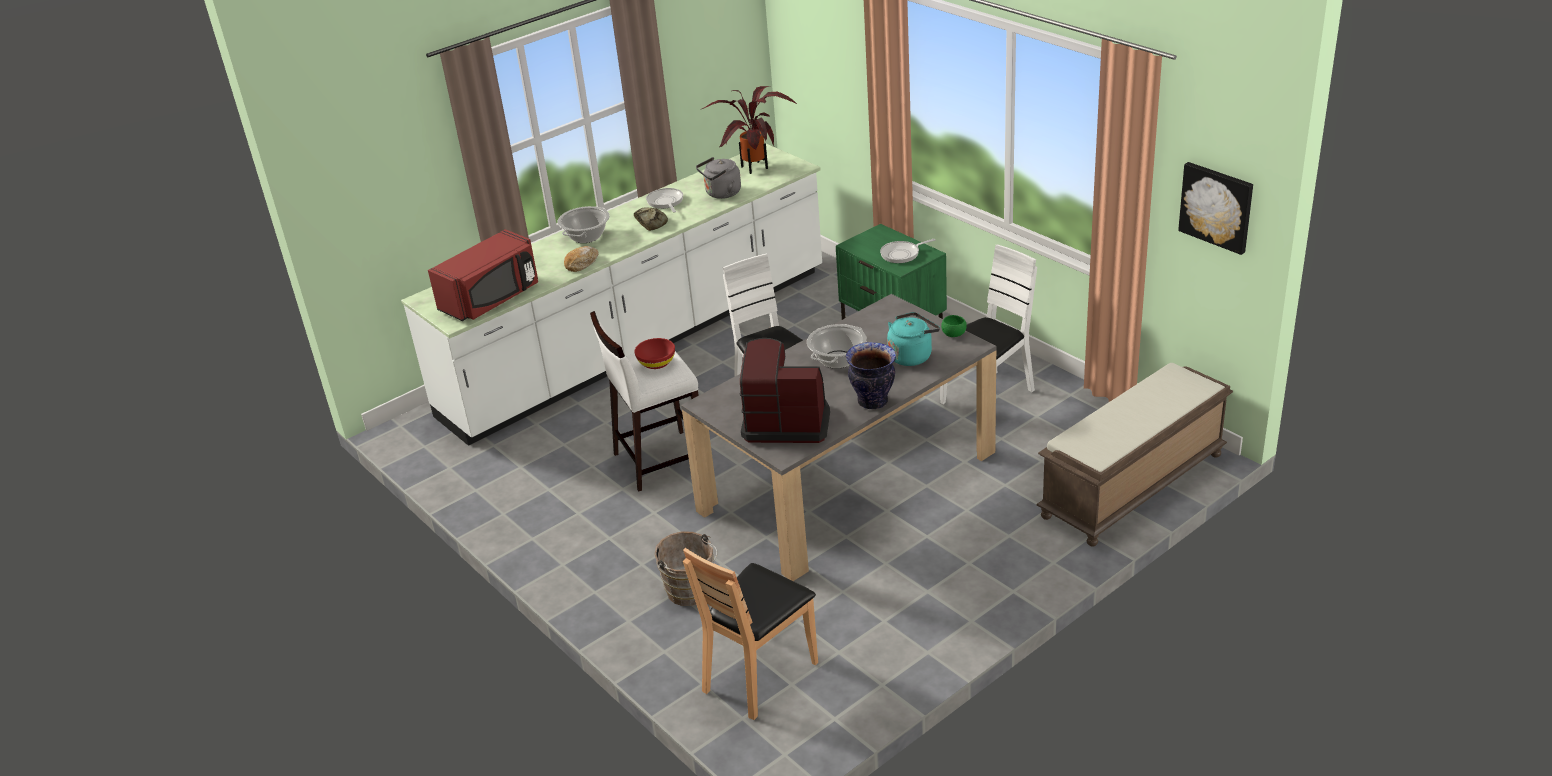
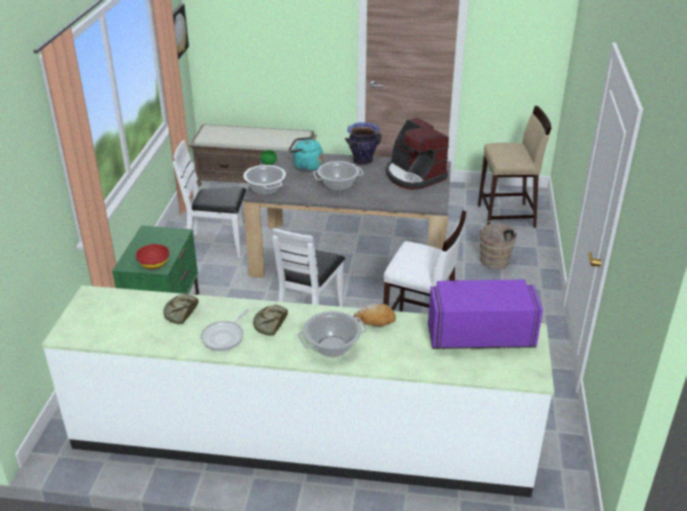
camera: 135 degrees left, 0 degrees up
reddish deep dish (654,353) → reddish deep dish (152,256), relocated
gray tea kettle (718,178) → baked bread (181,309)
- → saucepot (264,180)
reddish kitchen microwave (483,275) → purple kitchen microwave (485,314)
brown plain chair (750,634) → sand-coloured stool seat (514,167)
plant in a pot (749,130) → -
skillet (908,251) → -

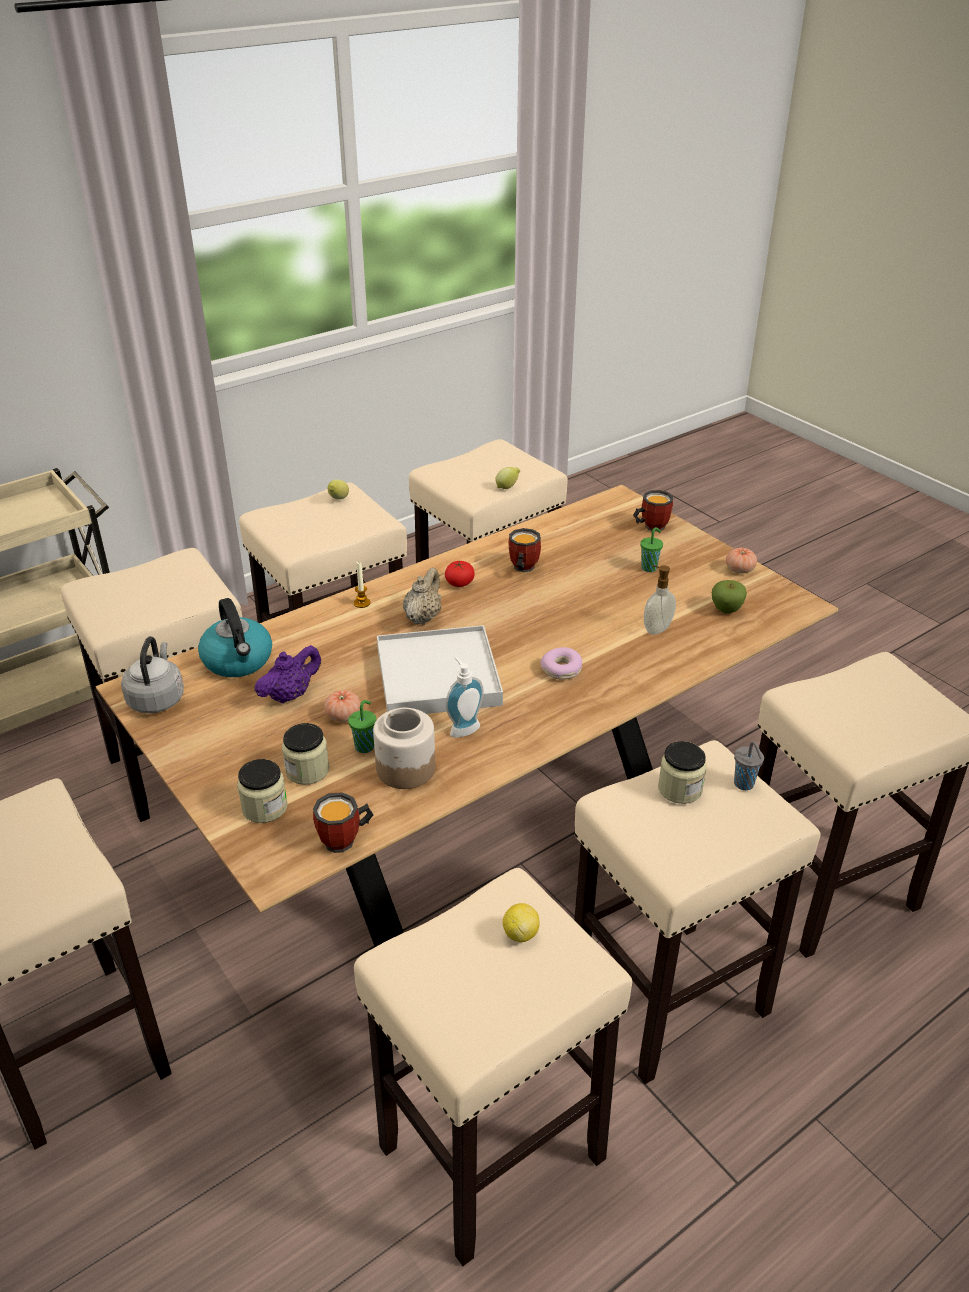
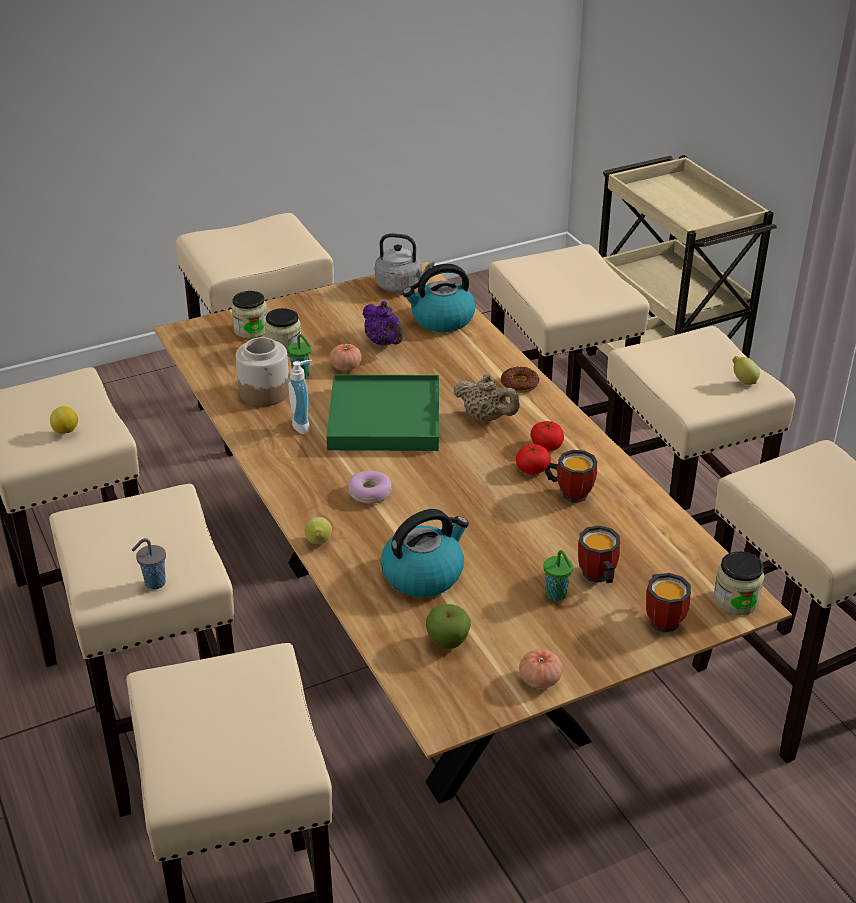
camera: 100 degrees right, 0 degrees up
lemon (507,478) → lemon (318,530), relocated
white serving tray (440,669) → green-coloured serving tray (382,412)
soap bottle (660,600) → tea kettle (425,553)
wax candle (362,585) → donut (520,379)
- → fresh tomato (533,459)
mug (343,822) → mug (599,554), relocated
storage jar (682,772) → storage jar (738,583), relocated

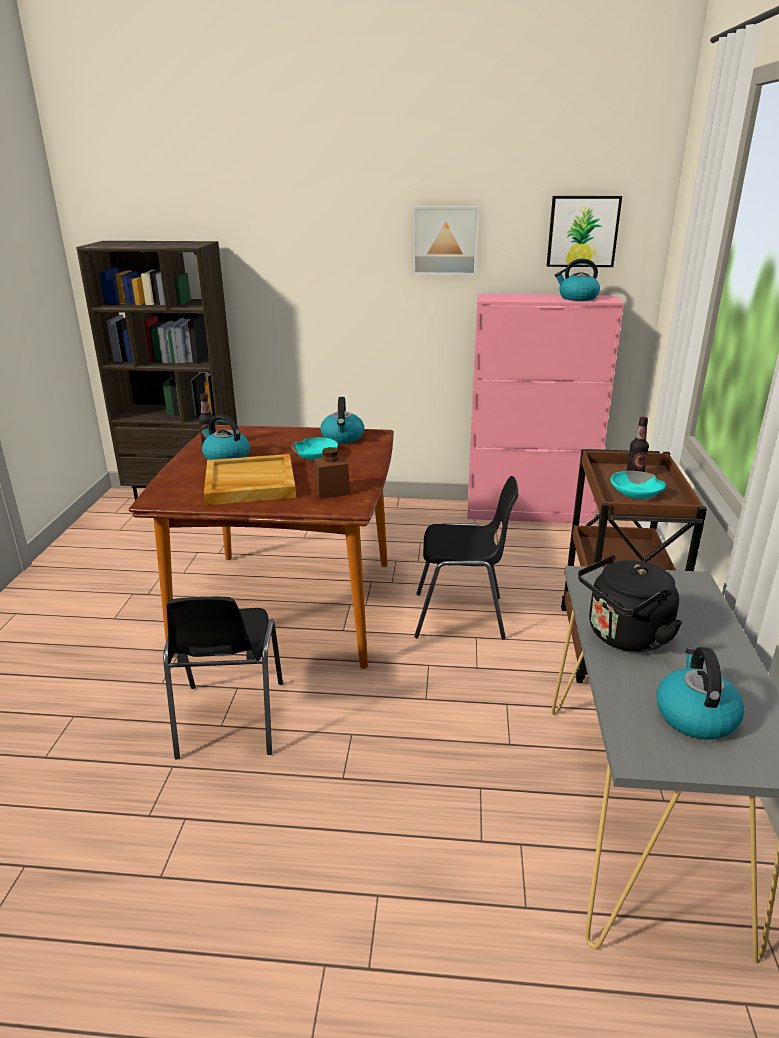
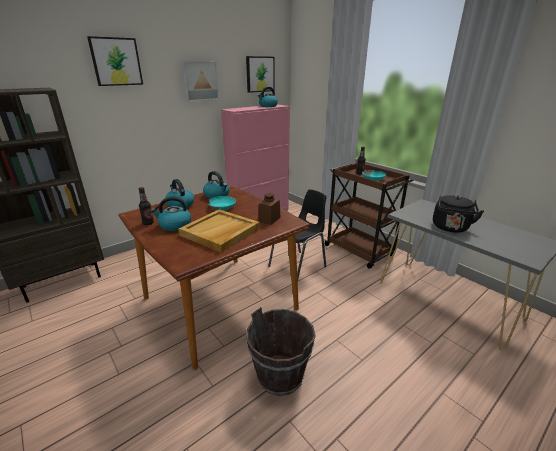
camera: 45 degrees left, 0 degrees up
- → wall picture (115,61)
tea kettle (700,693) → tea kettle (179,193), relocated
black plain chair (223,678) → brown bucket (281,351)

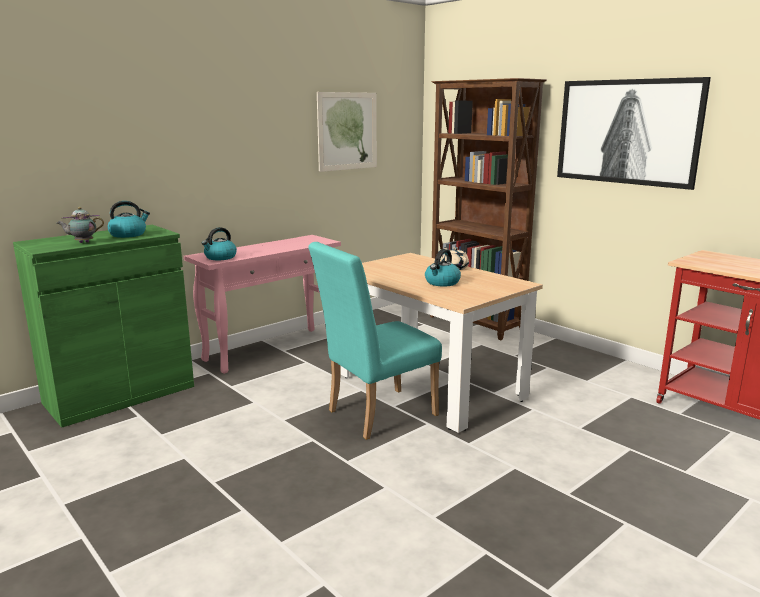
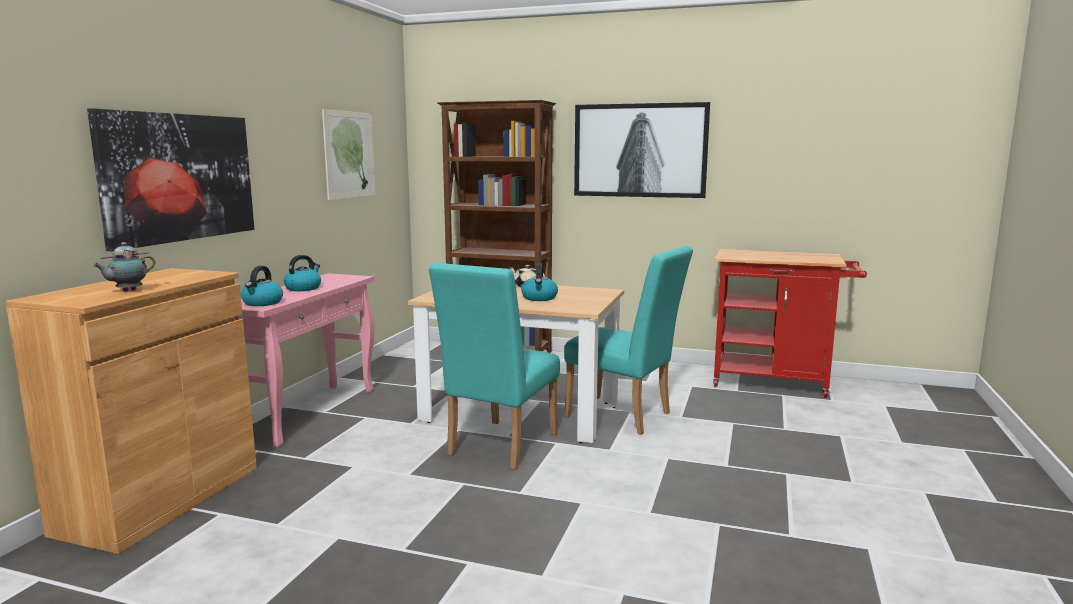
camera: 30 degrees left, 5 degrees down
green-coloured cabinet (103,326) → brown cabinet (131,411)
- → wall picture (170,179)
tea kettle (129,219) → tea kettle (302,273), relocated
- → turquoise plain chair (628,340)

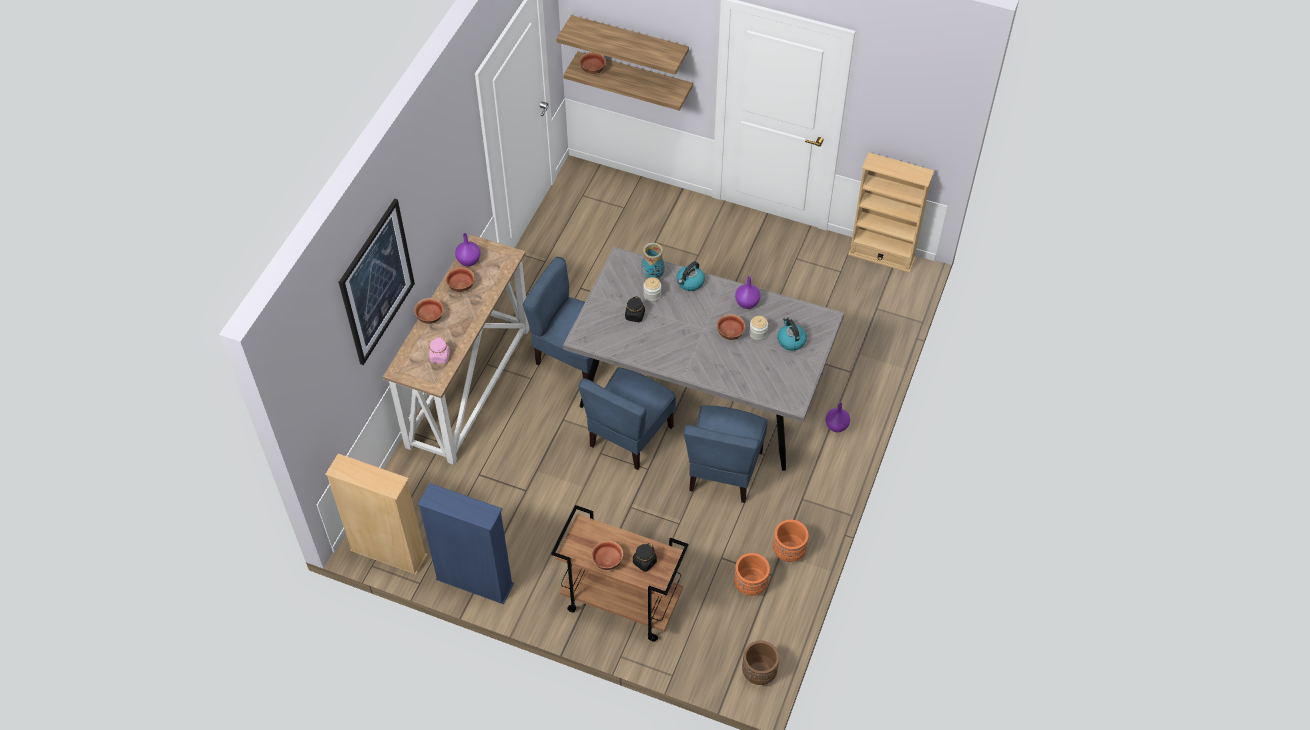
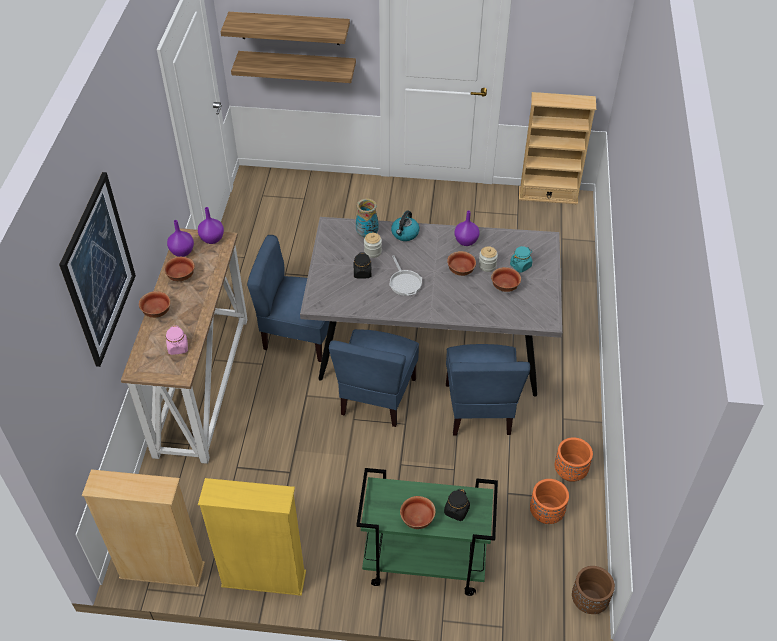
camera: 15 degrees left, 5 degrees down
purple flower vase (837,417) → purple flower vase (211,225), relocated
bluish bookshelf (466,543) → yellow-coloured bookshelf (252,537)
brown trolley (620,573) → green-coloured trolley (427,532)
- → skillet (405,275)
deep dish (592,63) → deep dish (506,279), relocated
tea kettle (792,334) → turquoise storage jar (521,259)

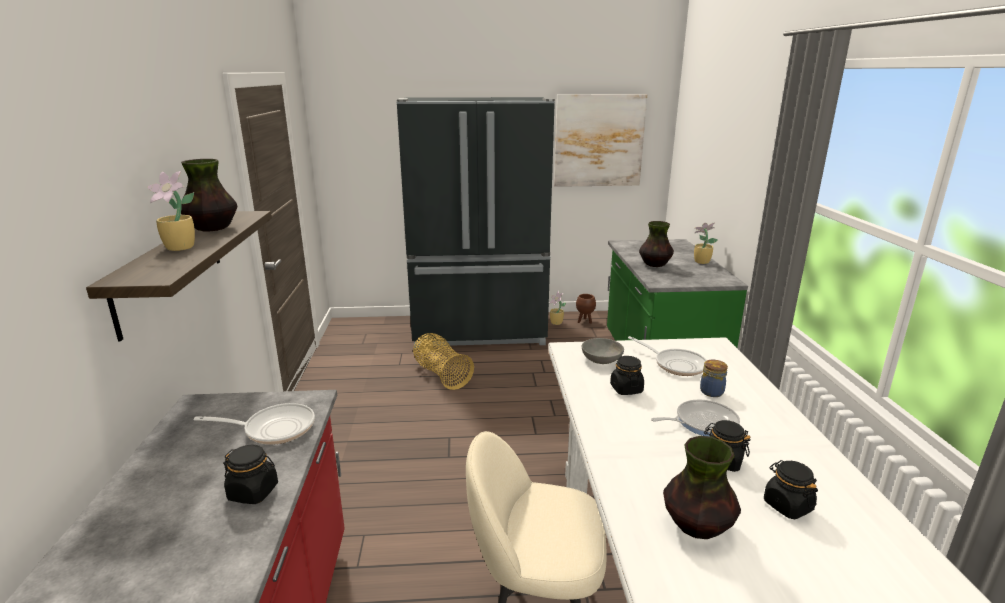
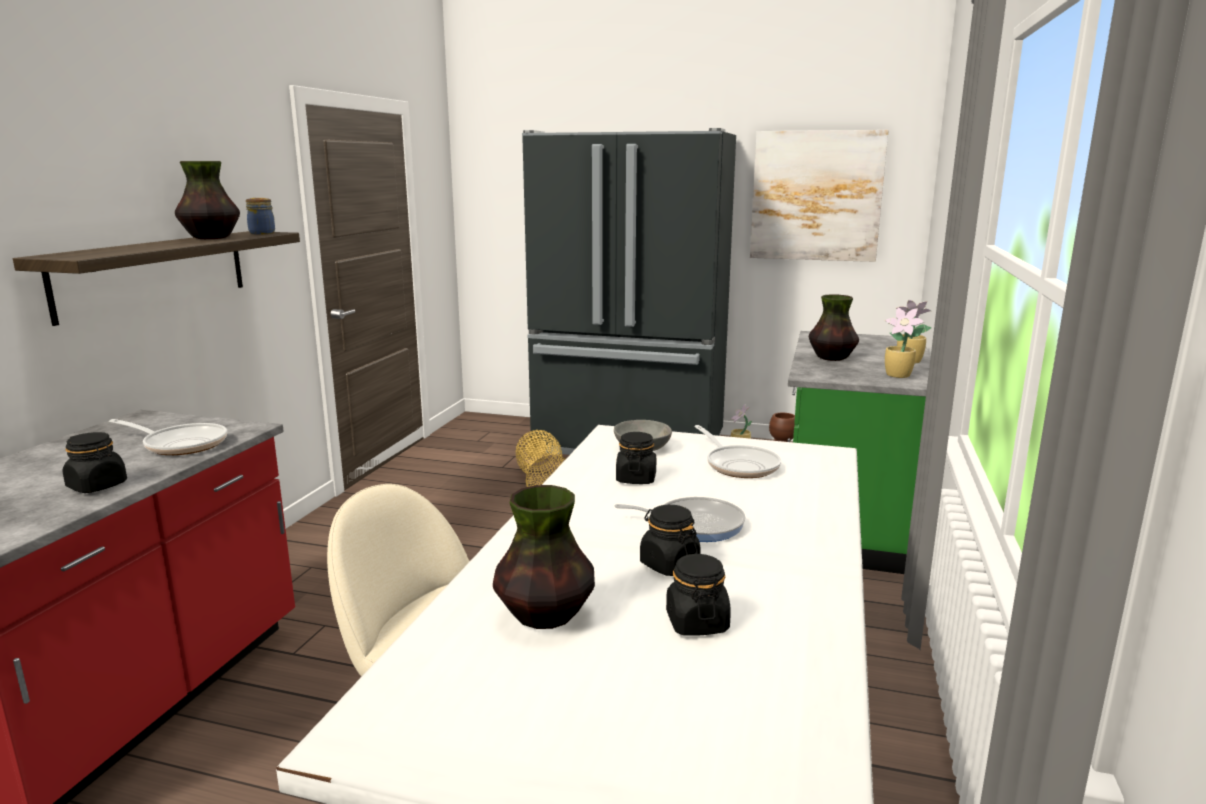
camera: 20 degrees right, 5 degrees down
storage jar (714,378) → storage jar (260,216), relocated
plant in a pot (171,211) → plant in a pot (905,343), relocated

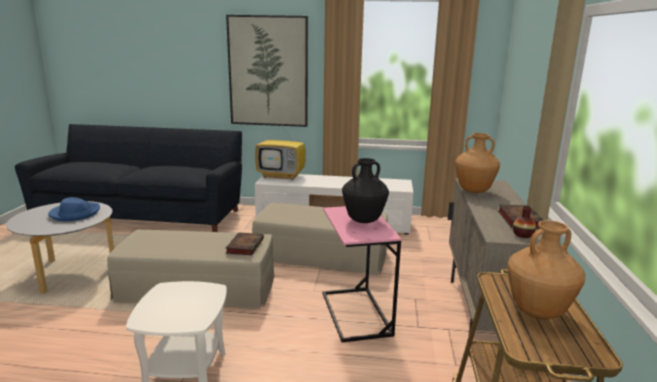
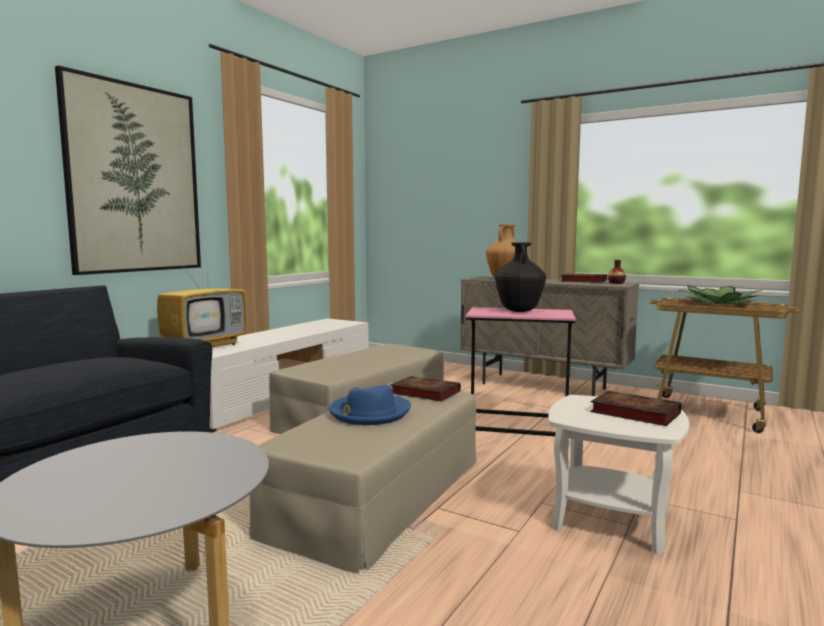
camera: 65 degrees left, 10 degrees down
bluish clothing hat (74,209) → bluish clothing hat (370,405), relocated
- → bound book (636,408)
brown flower vase (546,270) → plant in a pot (720,294)

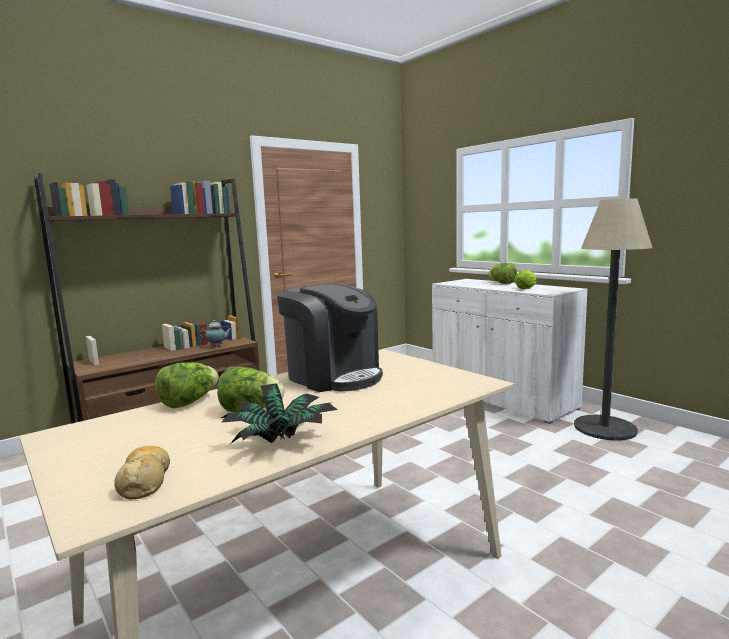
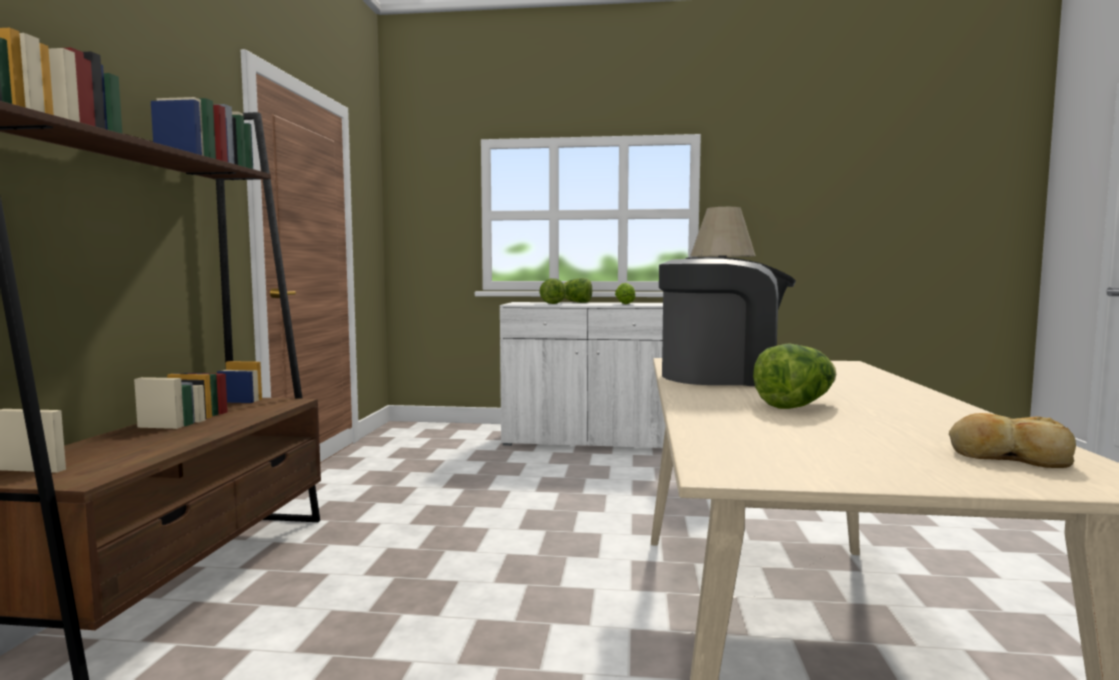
camera: 45 degrees left, 5 degrees down
lettuce (187,385) → lettuce (553,291), relocated
teapot (216,333) → -
plant in a pot (279,413) → -

